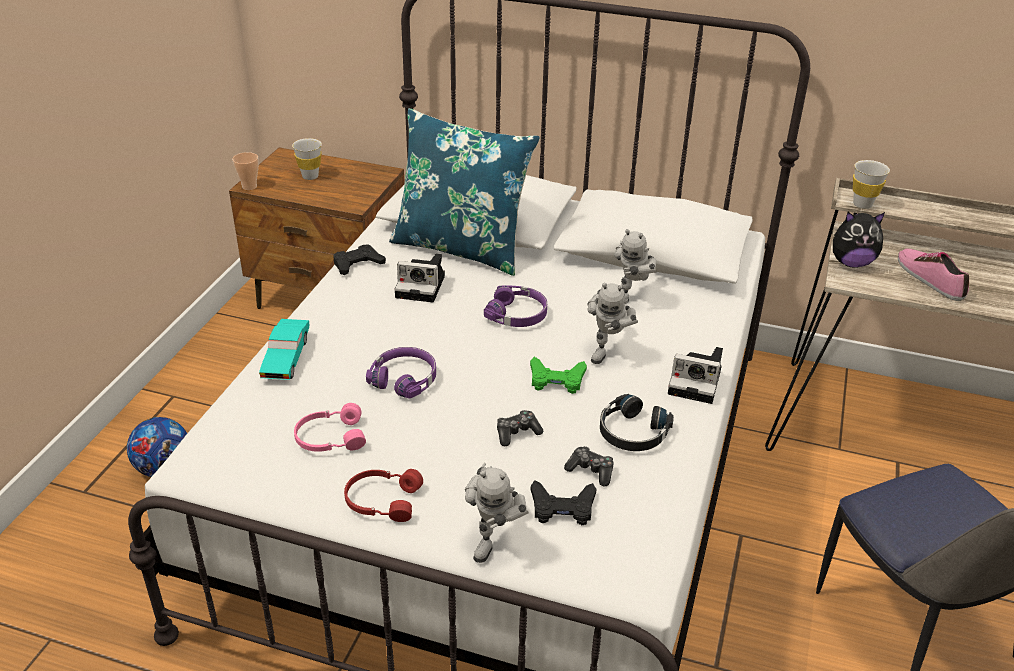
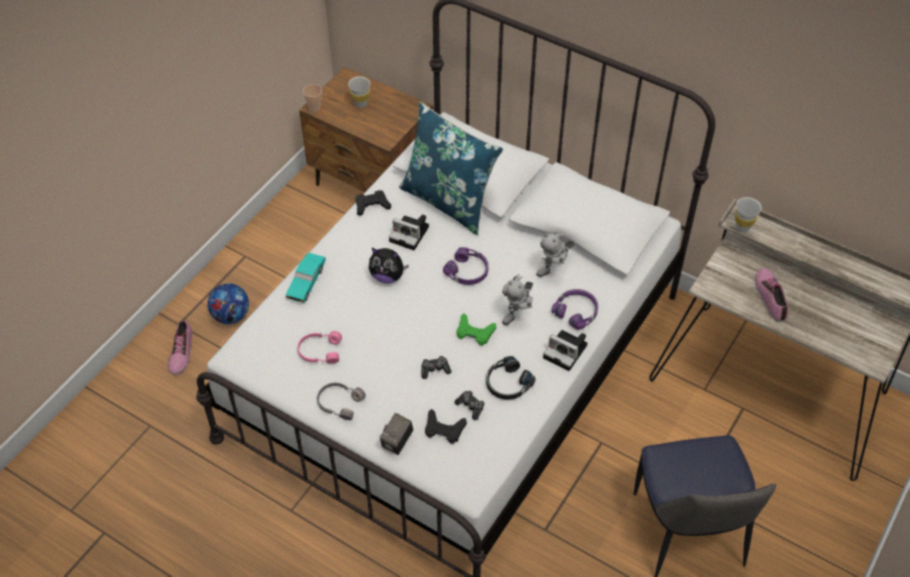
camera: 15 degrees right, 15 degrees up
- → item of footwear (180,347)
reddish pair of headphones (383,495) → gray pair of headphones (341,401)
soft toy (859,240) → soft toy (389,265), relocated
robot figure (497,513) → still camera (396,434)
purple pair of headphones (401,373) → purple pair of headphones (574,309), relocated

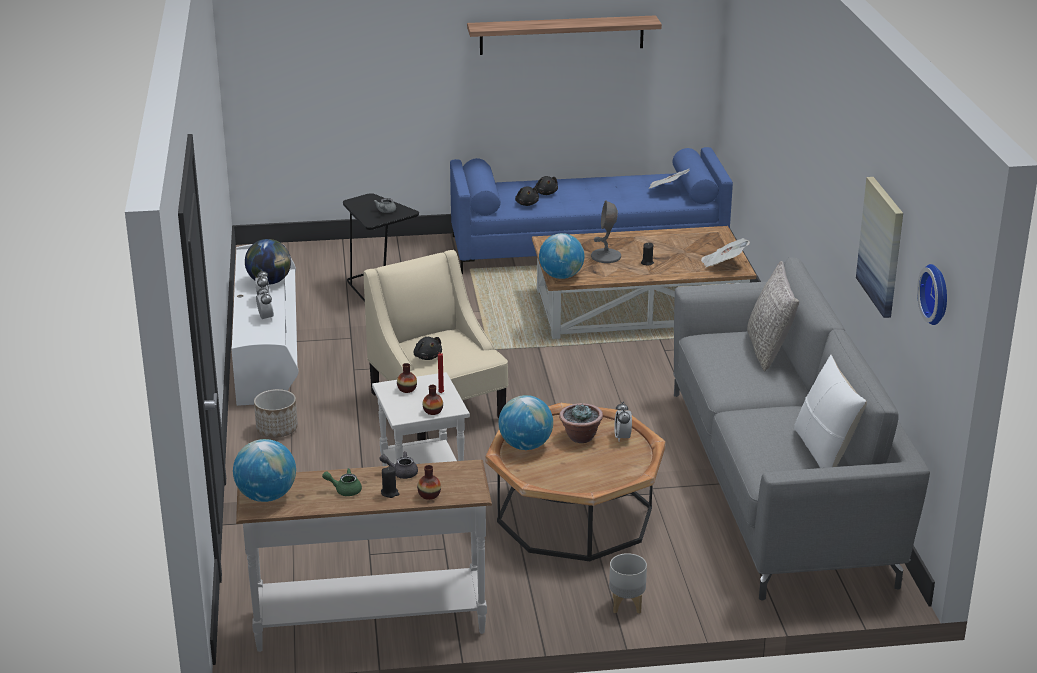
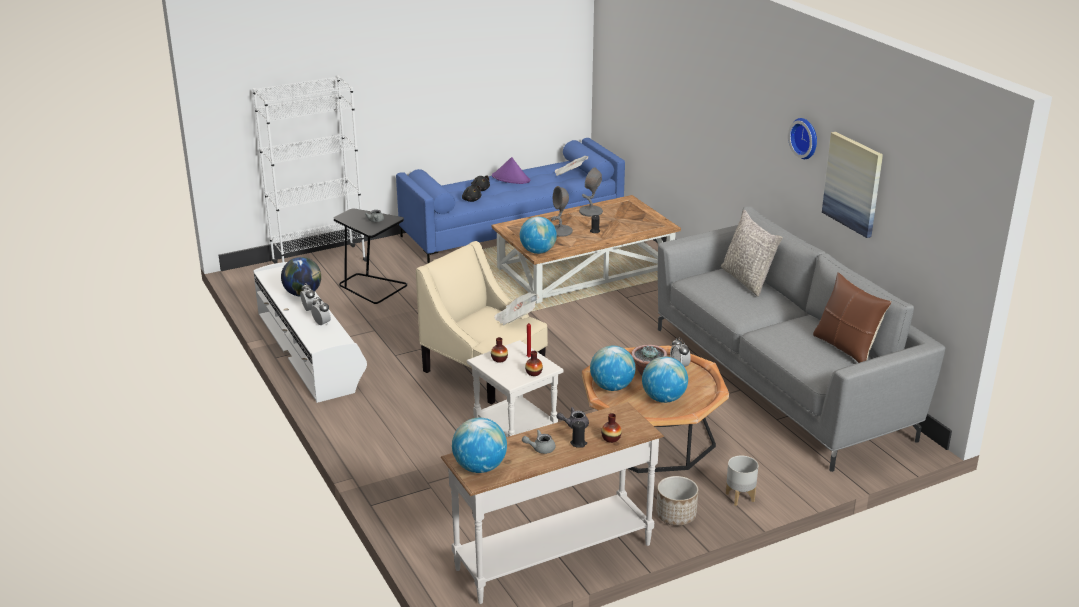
camera: 20 degrees left, 0 degrees up
- → white bookshelf (310,170)
- → purple clothing hat (511,170)
newspaper (725,252) → newspaper (516,309), relocated
green-coloured teapot (342,482) → gray teapot (538,442)
- → gray table lamp (591,192)
- → globe (665,380)
flower pot (276,413) → flower pot (677,500), relocated
wall clock (932,294) → wall clock (802,138), relocated
white throw pillow (830,411) → brown throw pillow (852,317)
black soft toy (427,348) → -
shelf (564,35) → -

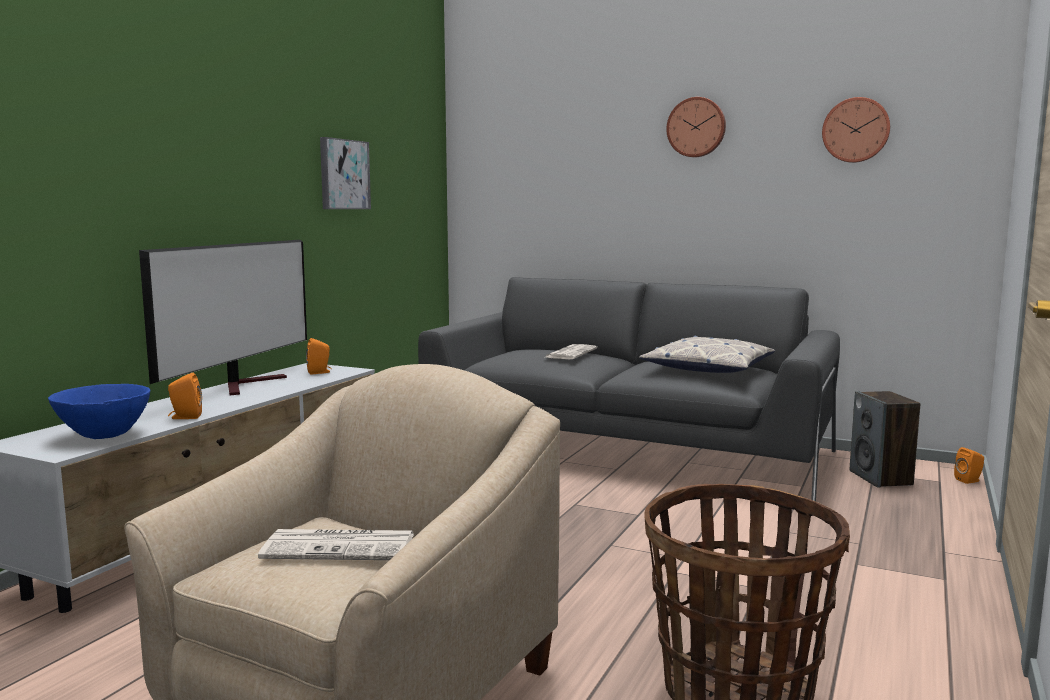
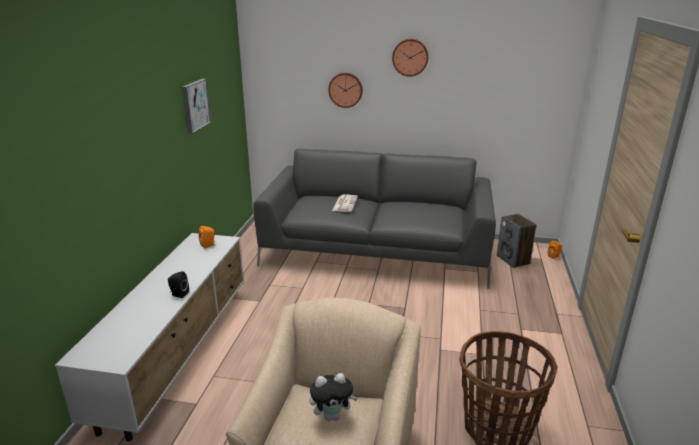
camera: 15 degrees left, 15 degrees up
- → black loudspeaker (178,284)
newspaper (336,544) → soft toy (334,397)
wall clock (856,130) → wall clock (345,90), relocated
bluish deep dish (99,411) → -
television (223,318) → -
orange loudspeaker (185,396) → -
throw pillow (707,354) → -

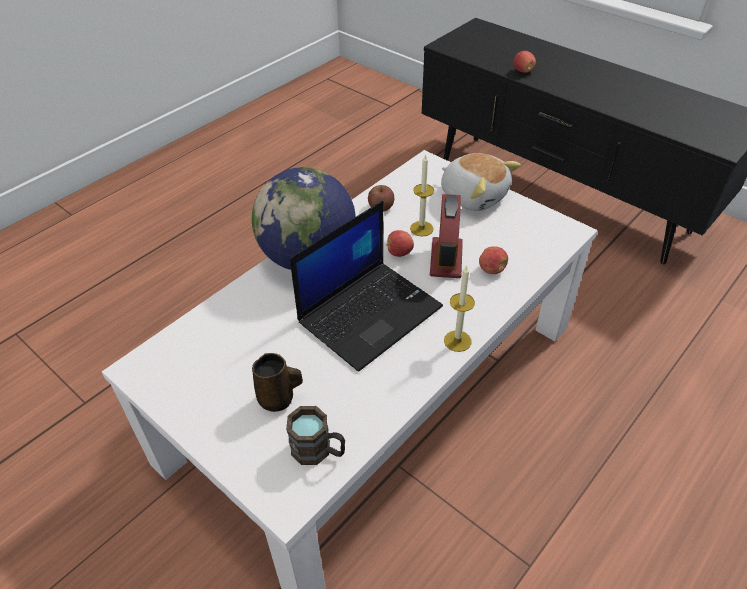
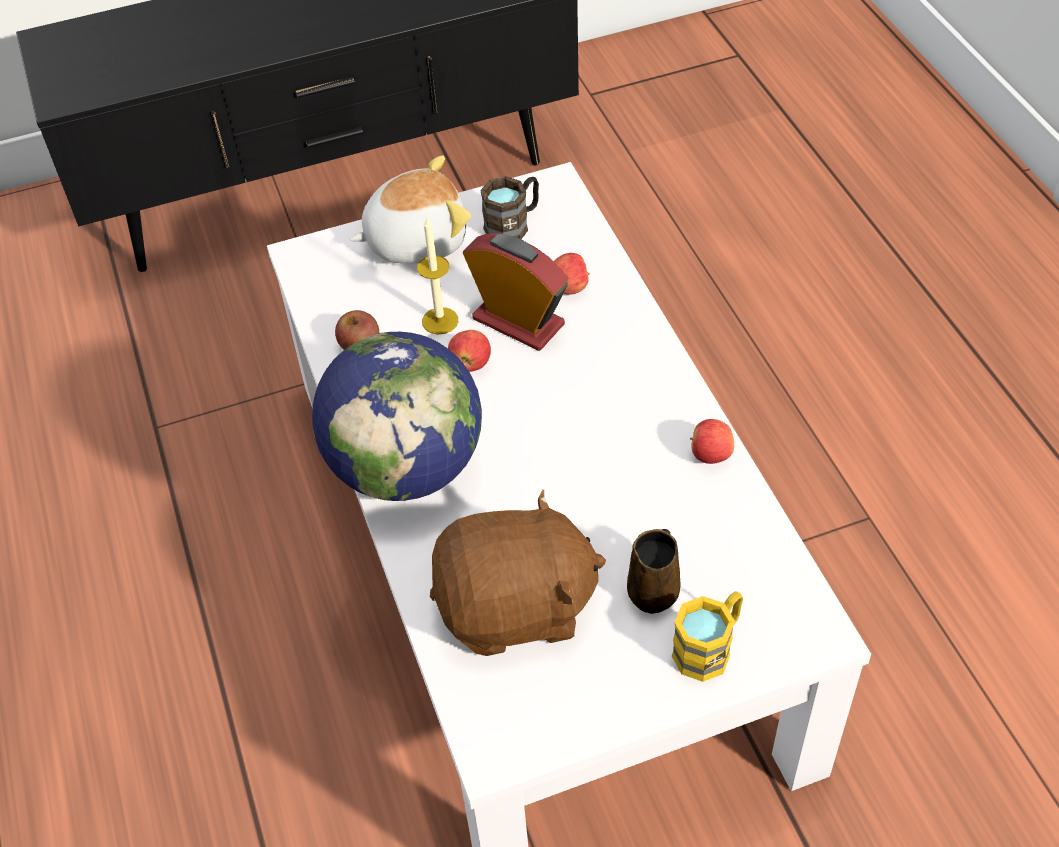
camera: 60 degrees left, 5 degrees up
- → brown soft toy (518,573)
brown mug (315,435) → brown mug (509,207), relocated
- → yellow-coloured mug (707,636)
apple fruit (525,62) → apple fruit (712,441), relocated
laptop (366,286) → -
wax candle (459,308) → -

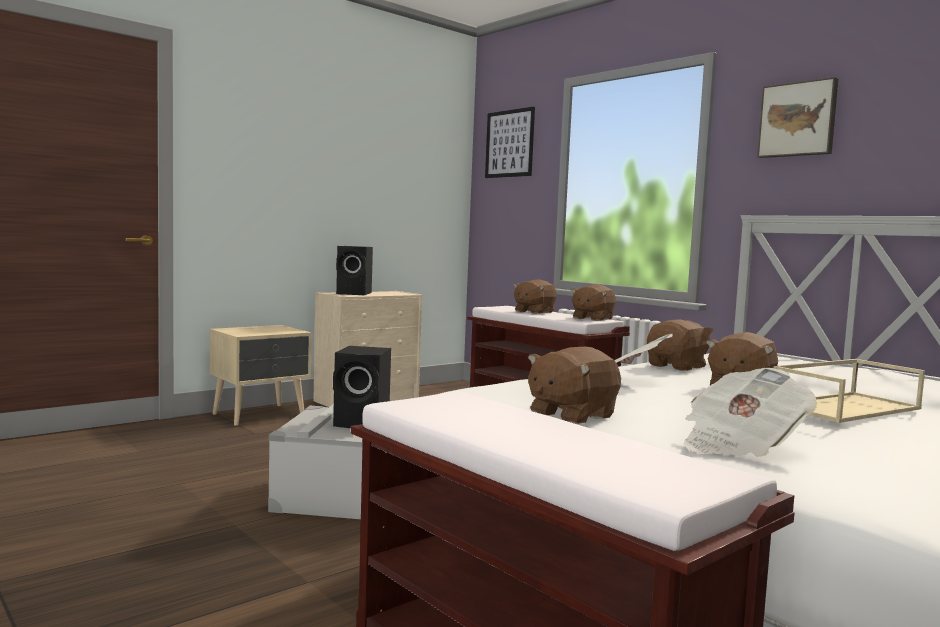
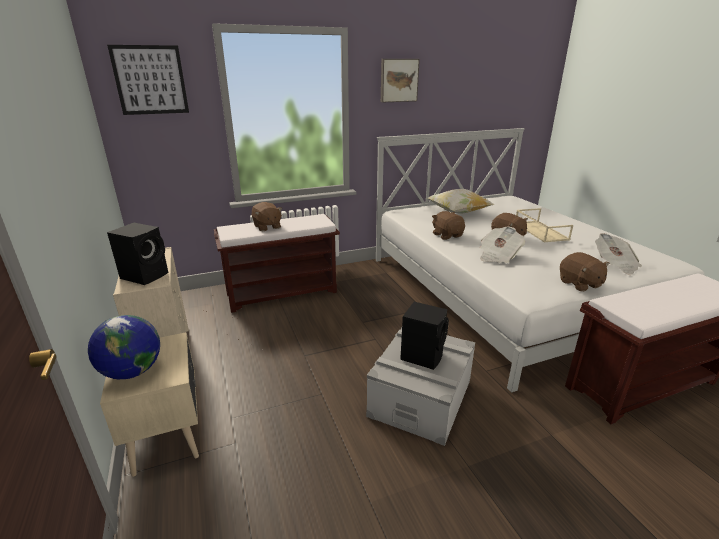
camera: 70 degrees left, 20 degrees up
- → globe (124,347)
- → throw pillow (460,201)
brown soft toy (593,302) → -

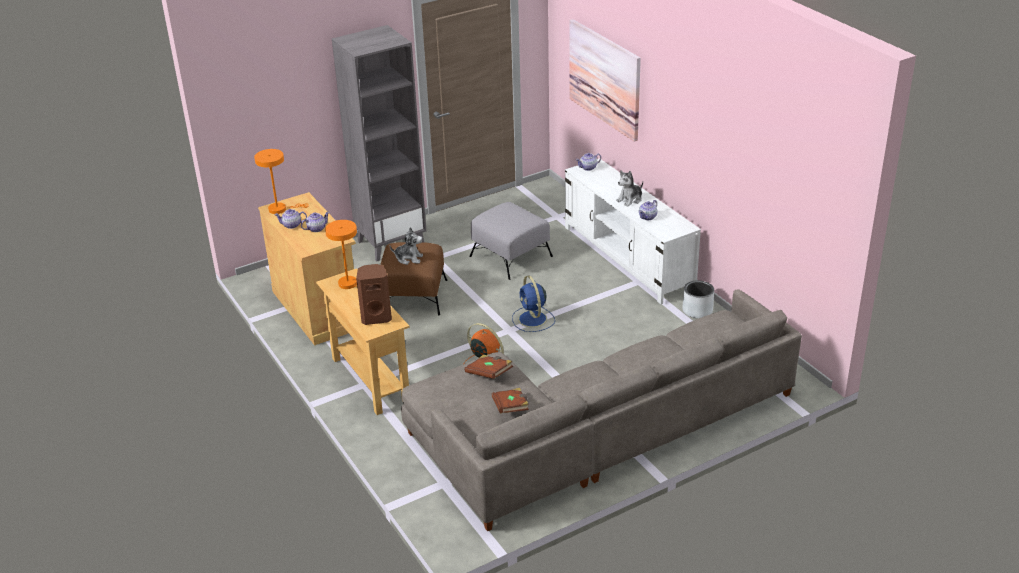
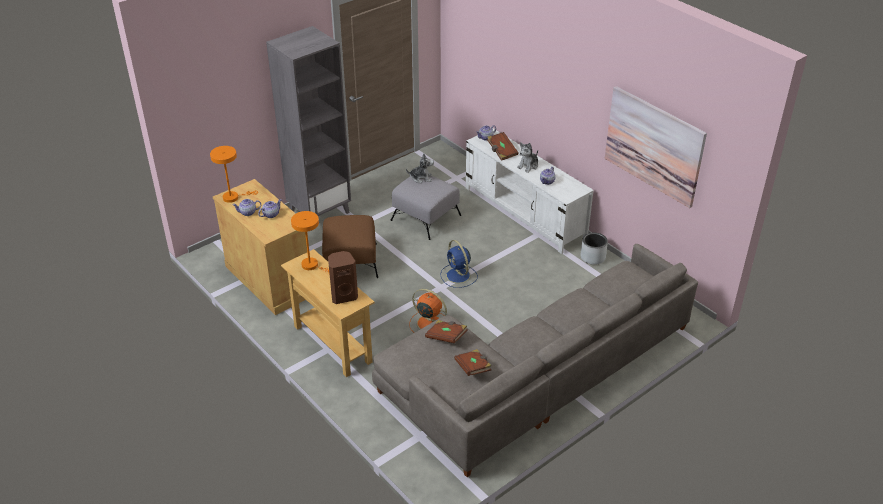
camera: 10 degrees left, 5 degrees up
soft toy (406,246) → soft toy (420,168), relocated
- → brown bound book (503,146)
wall picture (605,80) → wall picture (656,147), relocated

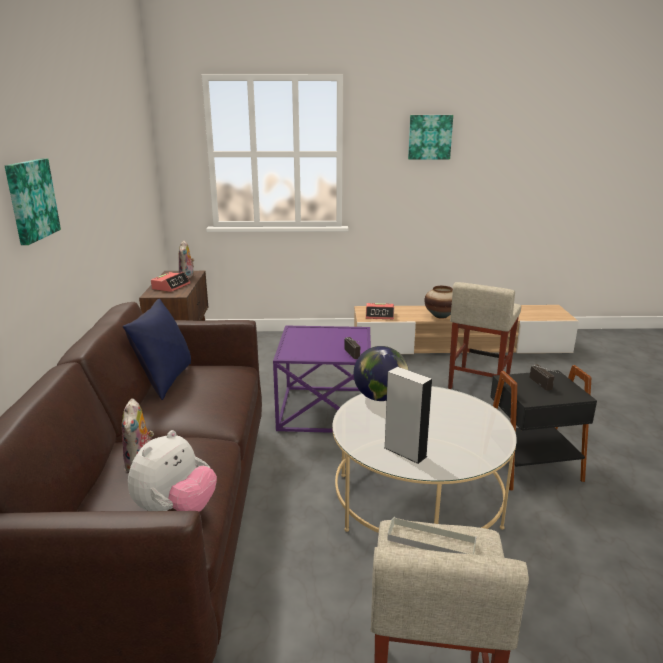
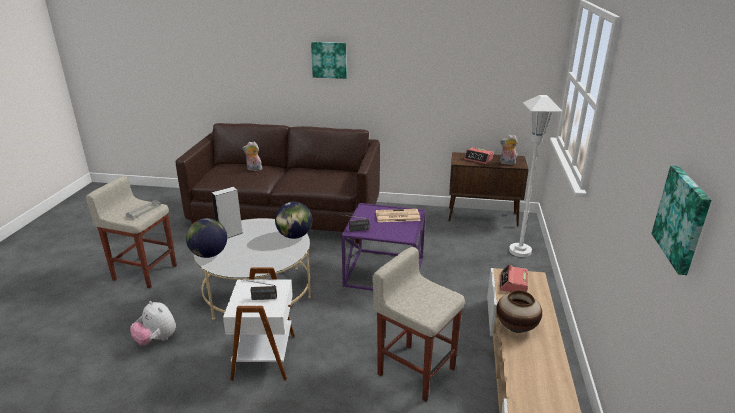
camera: 100 degrees right, 5 degrees up
soft toy (172,471) → soft toy (153,323), relocated
- → globe (206,238)
black accent table (543,428) → white accent table (259,324)
- → newspaper (398,215)
- → white floor lamp (536,176)
wall picture (430,137) → wall picture (681,220), relocated
bluish throw pillow (157,349) → -

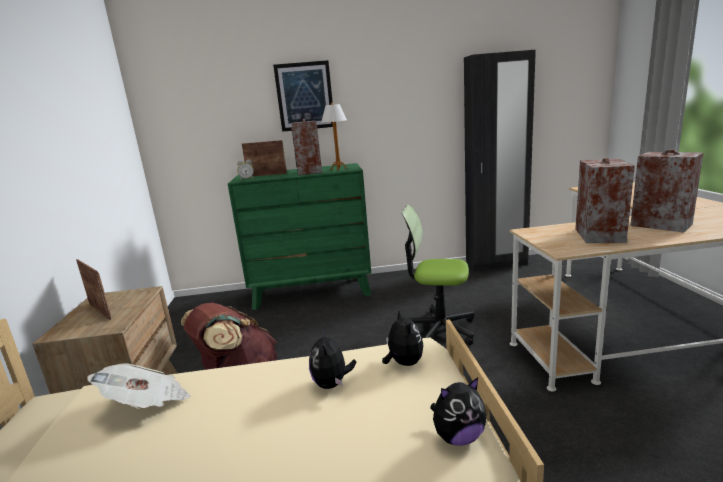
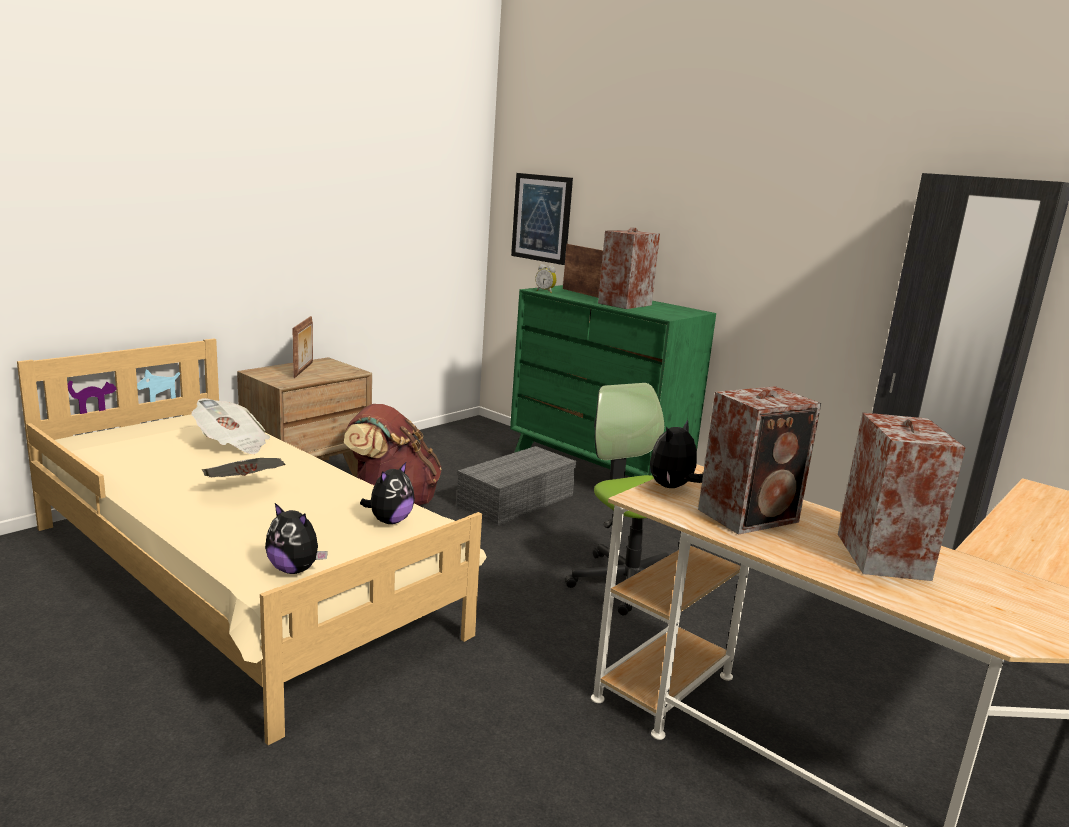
camera: 45 degrees right, 0 degrees up
- → newspaper (243,467)
- → gray storage container (517,486)
wall picture (303,96) → wall picture (542,219), relocated
soft toy (332,359) → soft toy (676,453), relocated
table lamp (334,136) → -

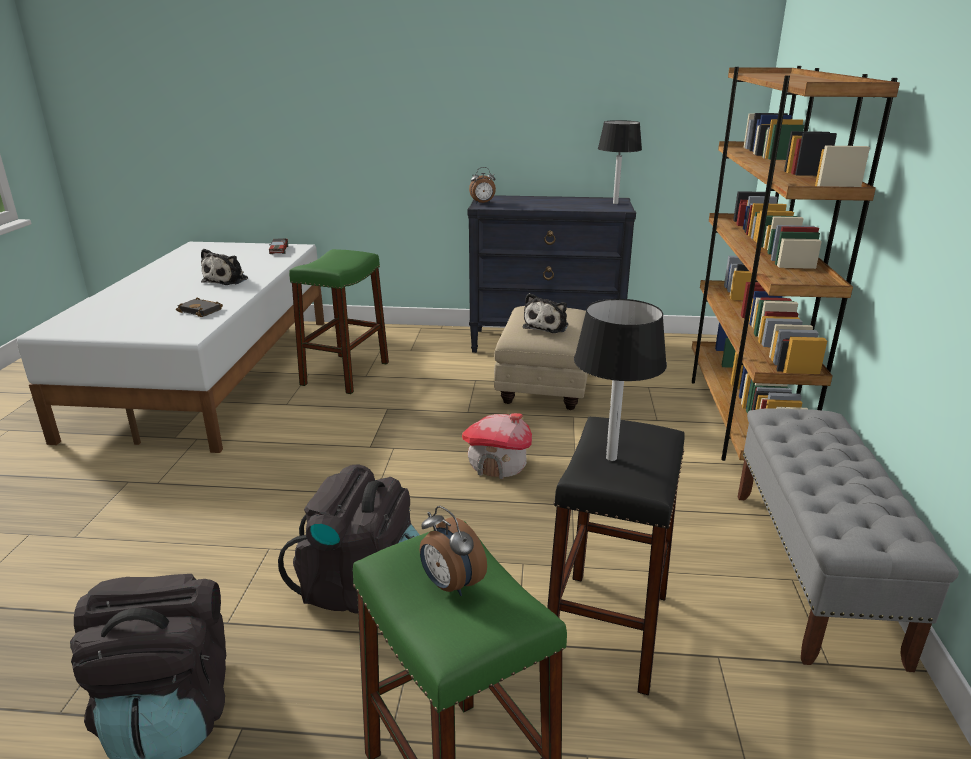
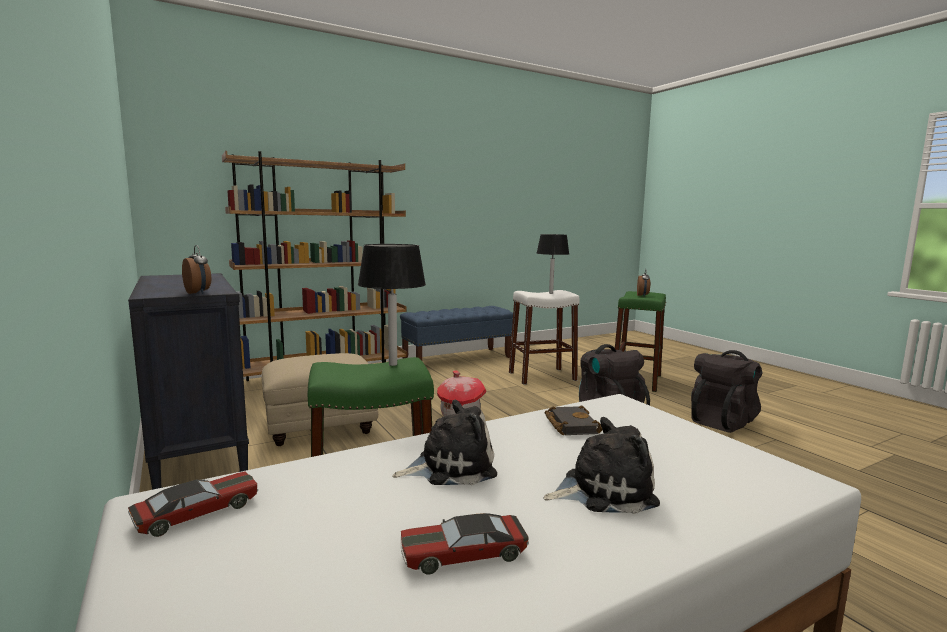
camera: 125 degrees left, 15 degrees down
black table lamp (620,162) → black table lamp (392,305), relocated
gray bench (848,540) → bluish bench (456,333)
- → model car (464,544)
black stool seat (616,556) → white stool seat (544,337)
soft toy (545,313) → soft toy (601,465), relocated

